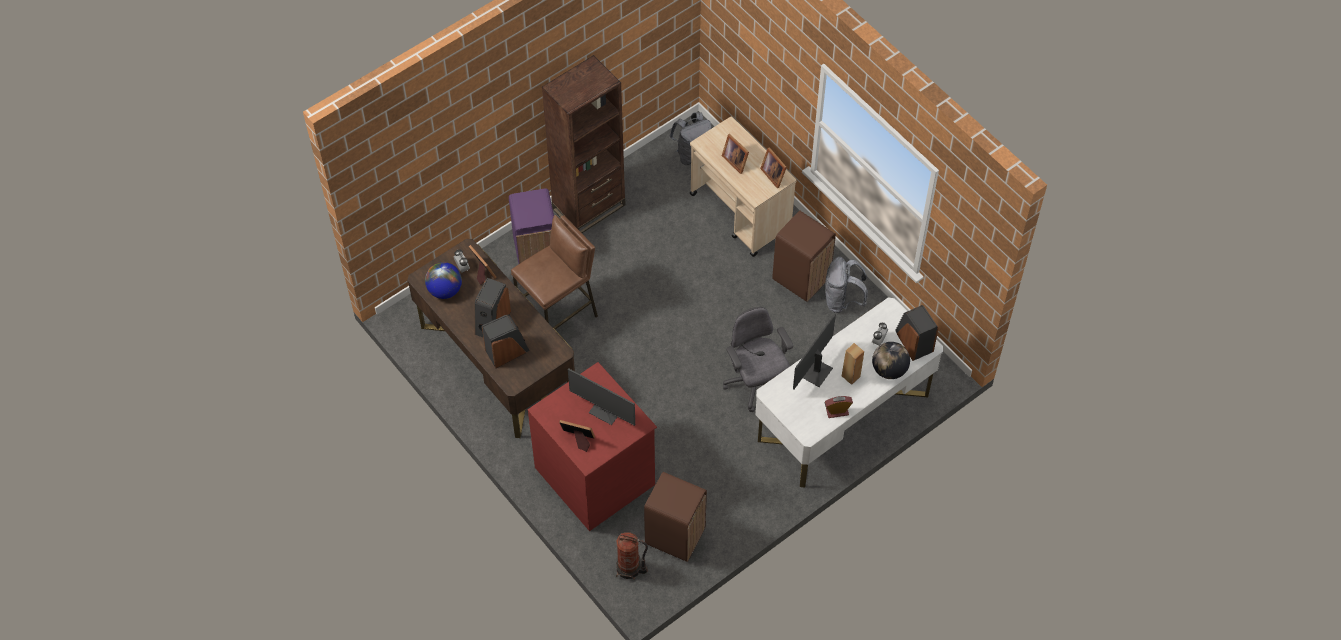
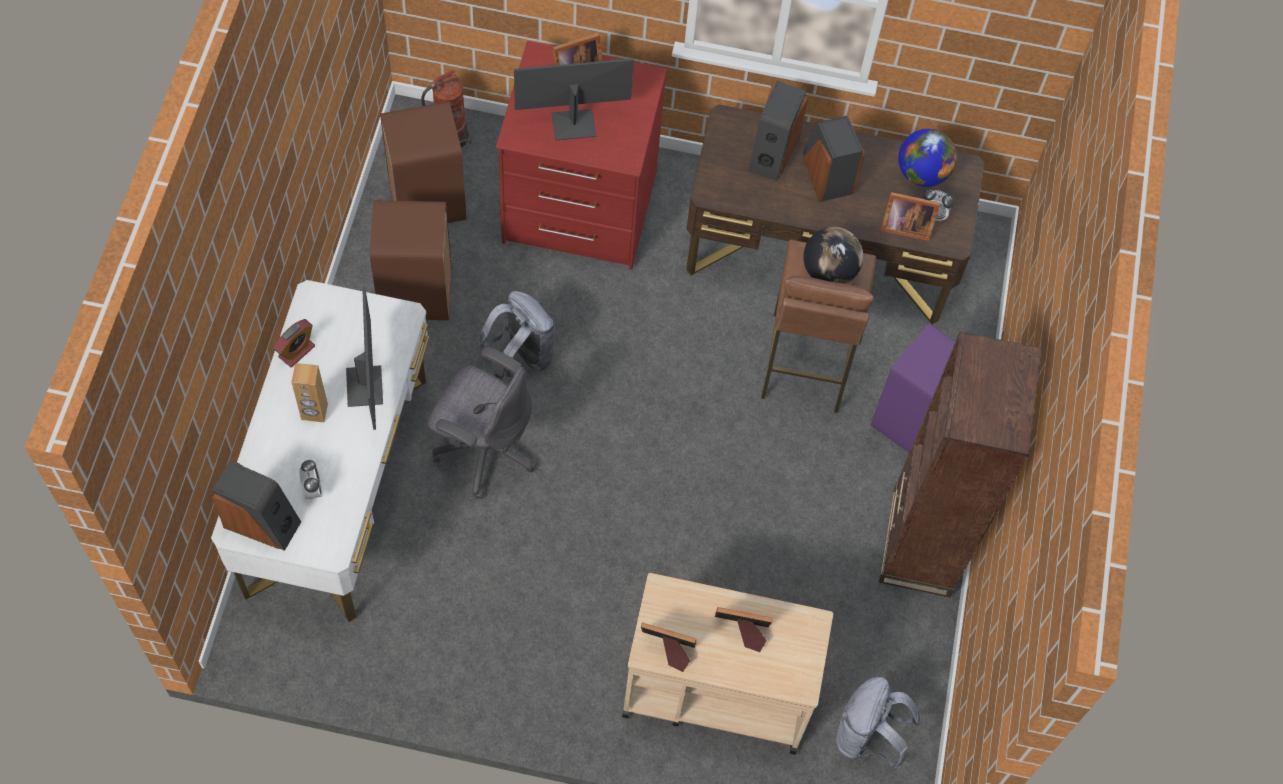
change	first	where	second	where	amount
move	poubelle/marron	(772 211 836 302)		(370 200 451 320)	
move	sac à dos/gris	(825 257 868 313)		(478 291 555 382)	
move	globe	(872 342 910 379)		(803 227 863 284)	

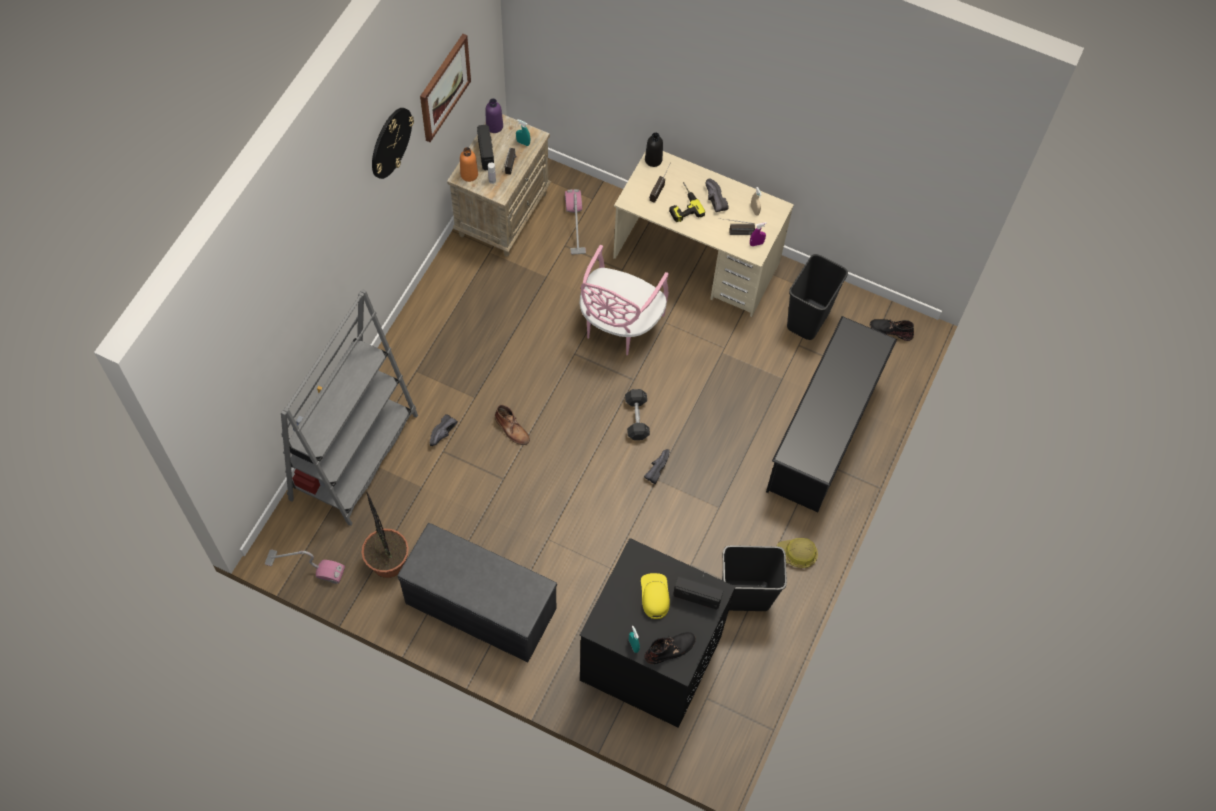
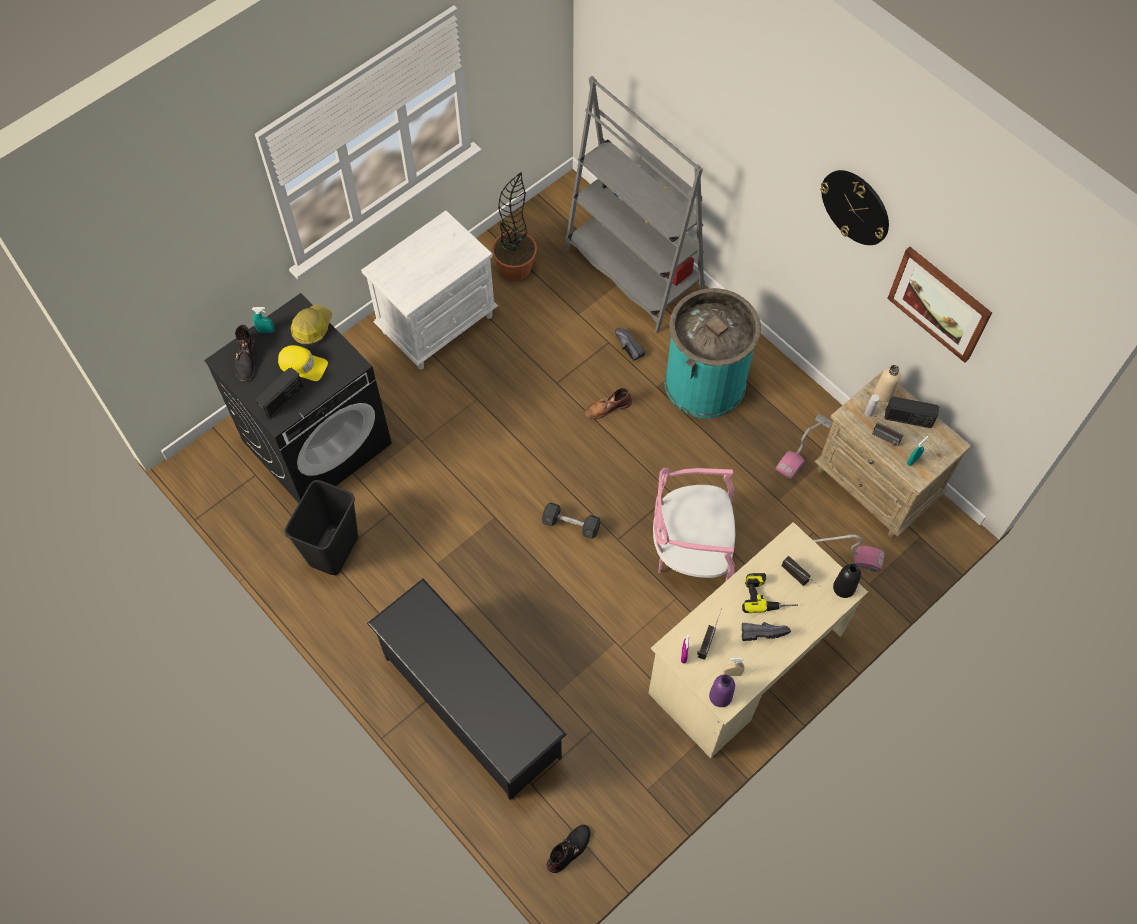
change	first	where	second	where	amount
delete	chaussure/noir	(644 449 669 484)			
delete	poubelle/noir	(787 254 848 340)			
insert			poubelle/turquoise	(664 288 761 418)	
move	aspirateur	(265 549 345 584)		(776 414 833 480)	
move	bouteille/violet	(486 98 503 133)		(709 674 735 707)	
move	casque de chantier	(777 538 818 568)		(291 305 332 344)	
replace	banc/gris	(398 523 557 662)	table de chevet/blanc	(361 211 498 370)	
recolor	bouteille/orange	(460 147 478 182)	bouteille/beige	(874 365 901 402)	
rotate	chaise/rose	(580 245 669 355)		(653 468 735 582)	45 degrees counterclockwise

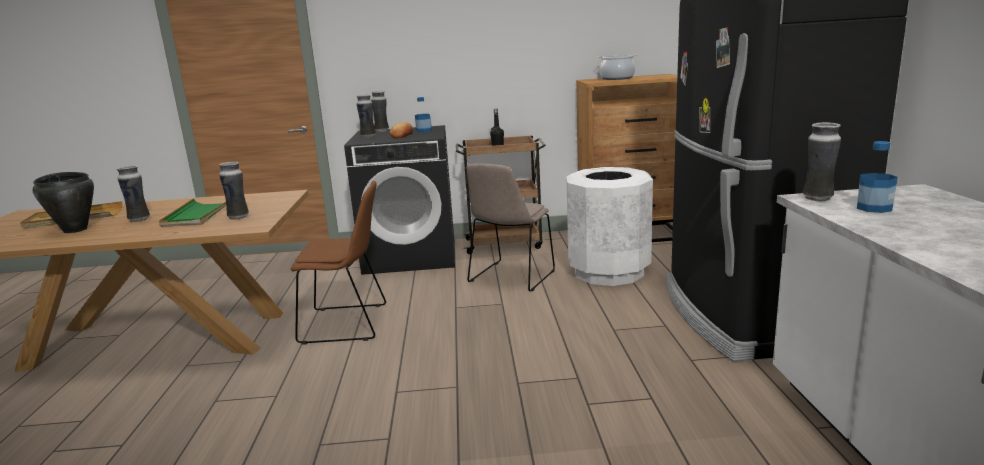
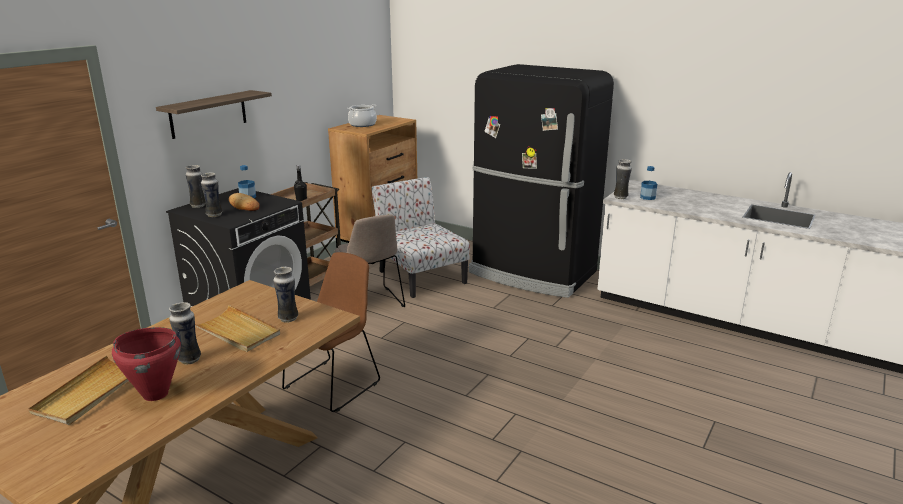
change	first	where	second	where	amount
insert			étagère	(156 90 272 139)	
replace	poubelle/blanc	(566 167 653 286)	chaise	(372 177 470 298)	
recolor	marmite/noir	(33 172 94 233)	marmite/rouge	(112 327 181 401)	
recolor	plateau/vert	(159 198 226 227)	plateau/beige	(195 305 280 352)	

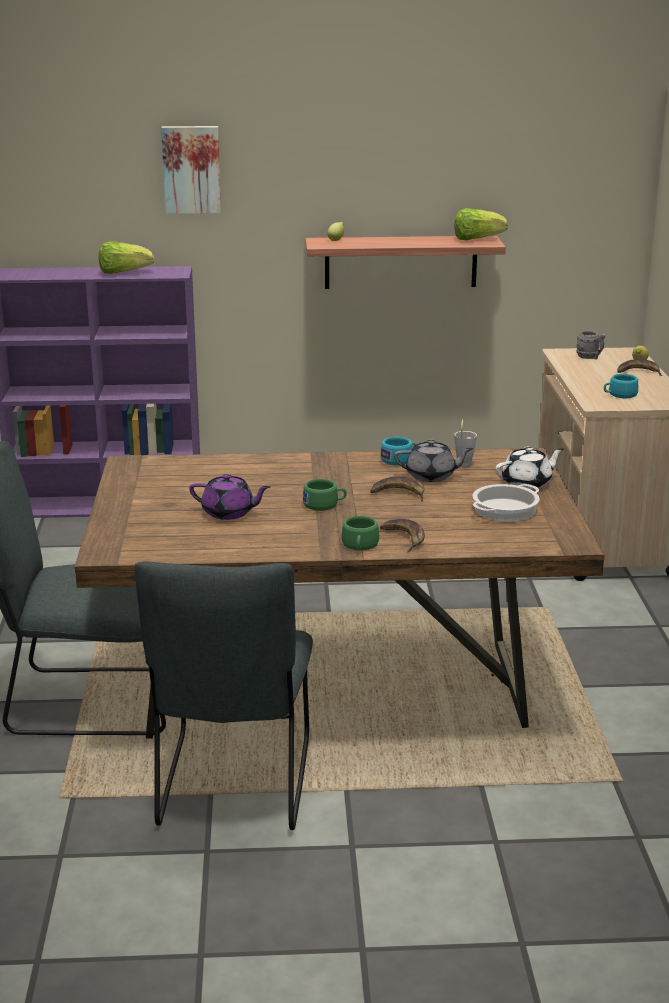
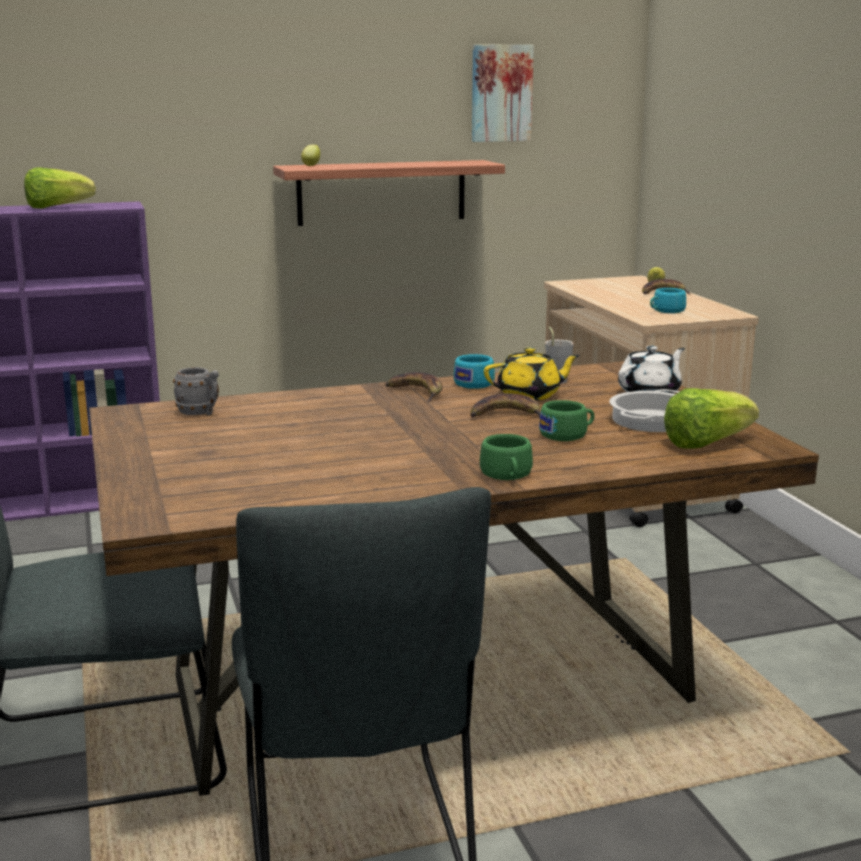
change	first	where	second	where	amount
delete	théière/violet	(189 474 271 520)			
move	tableau	(161 126 221 214)		(472 44 534 142)	
move	tasse/vert	(303 479 347 511)		(539 400 594 441)	
move	banane	(380 519 425 552)		(386 372 443 402)	
move	laitue	(454 208 508 240)		(664 388 759 448)	
move	mug/gris	(577 331 606 360)		(173 367 219 415)	
recolor	théière/gris	(394 439 473 482)	théière/jaune	(484 347 580 401)	

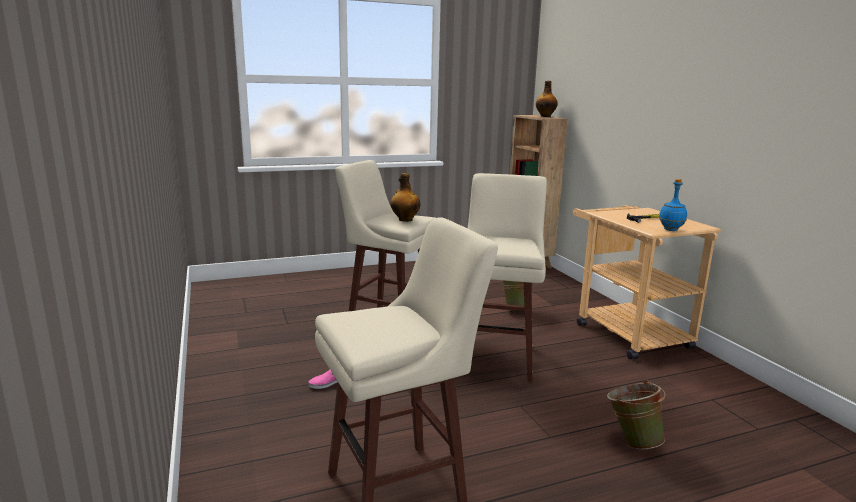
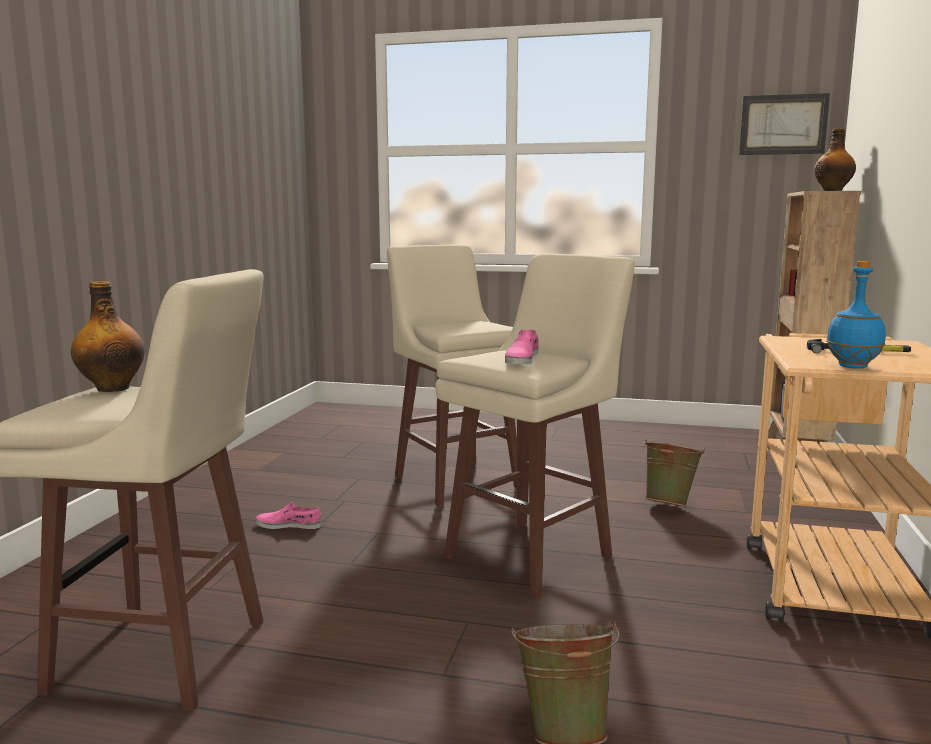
change	first	where	second	where	amount
insert			chaussure/rose	(505 330 539 364)	
insert			tableau	(739 93 830 155)	
move	bouteille	(390 173 420 222)		(71 281 145 392)	

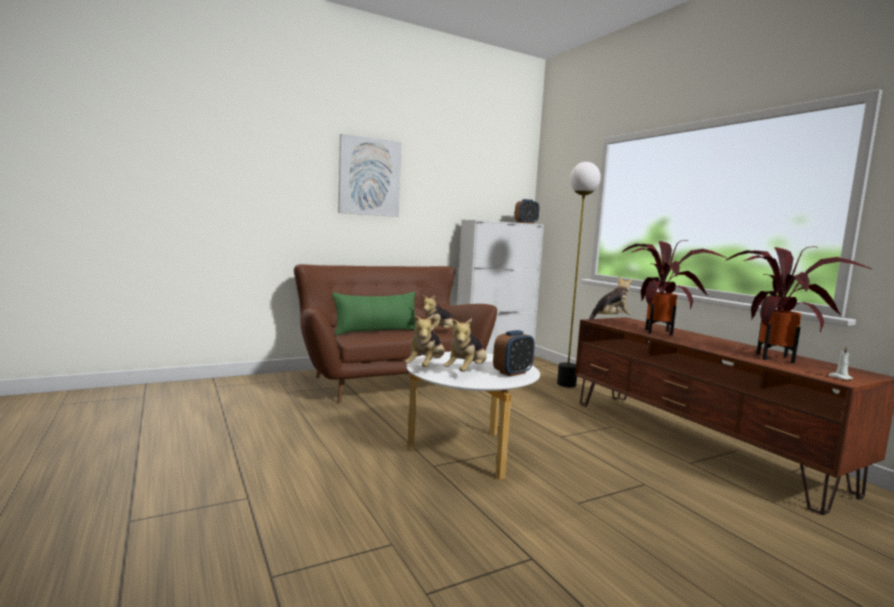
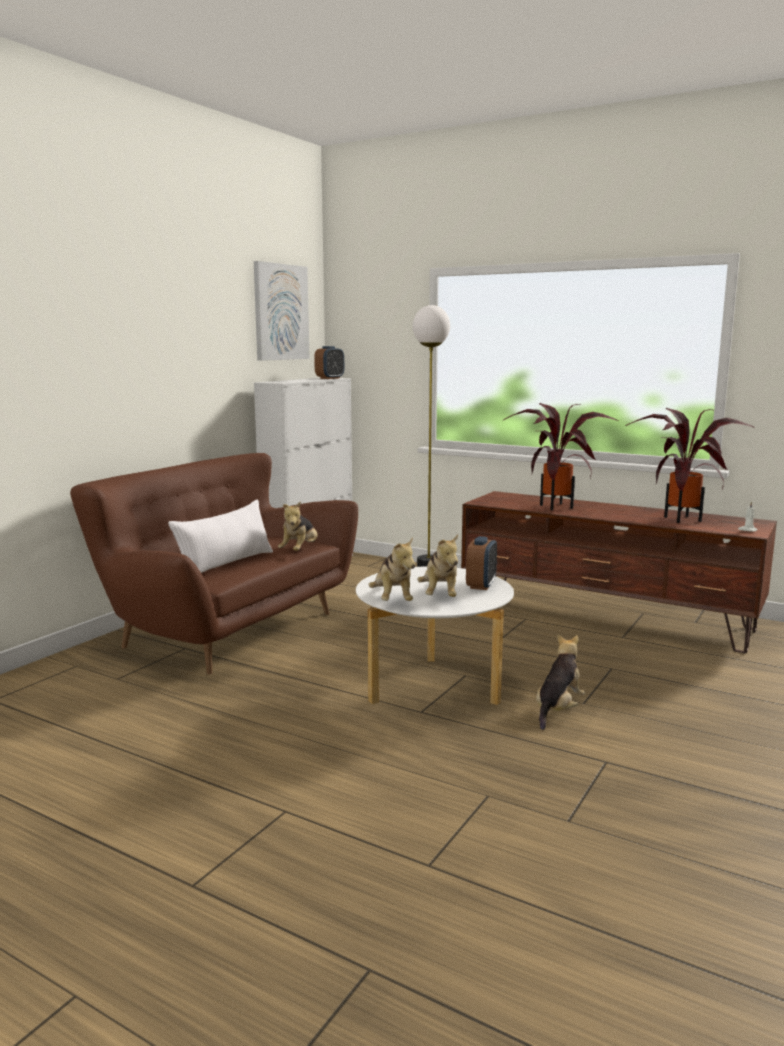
change	first	where	second	where	amount
move	tableau	(338 134 401 217)		(254 261 310 361)	
move	peluche	(589 277 632 321)		(536 634 585 730)	
recolor	coussin/vert	(332 292 415 335)	coussin/blanc	(168 500 273 573)	

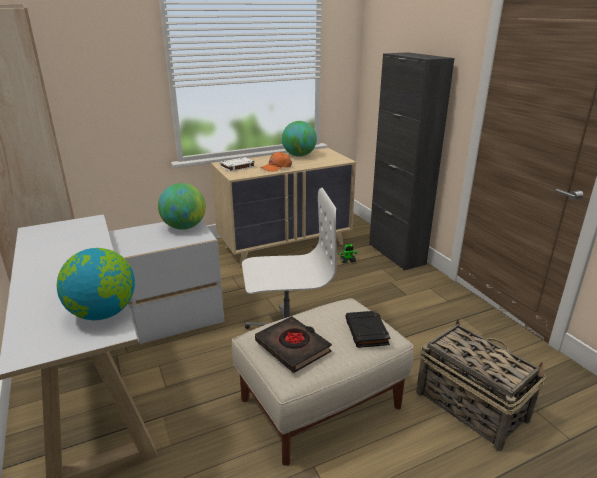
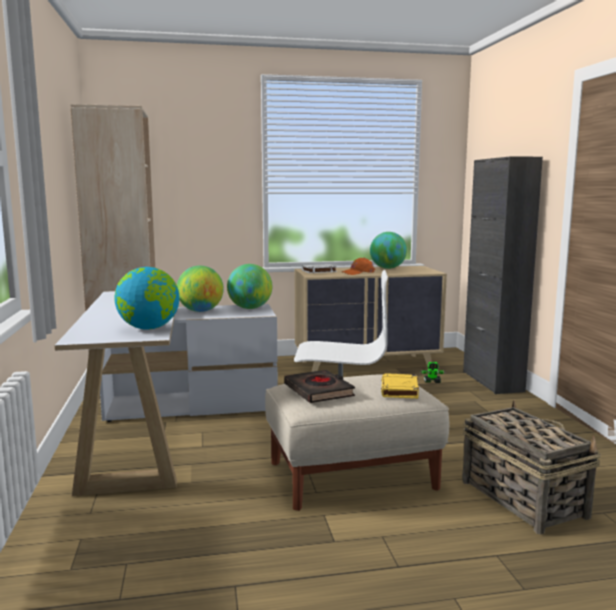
change	first	where	second	where	amount
insert			globe	(177 266 224 312)	
recolor	livre/noir	(345 311 390 348)	livre/jaune	(381 373 419 399)	

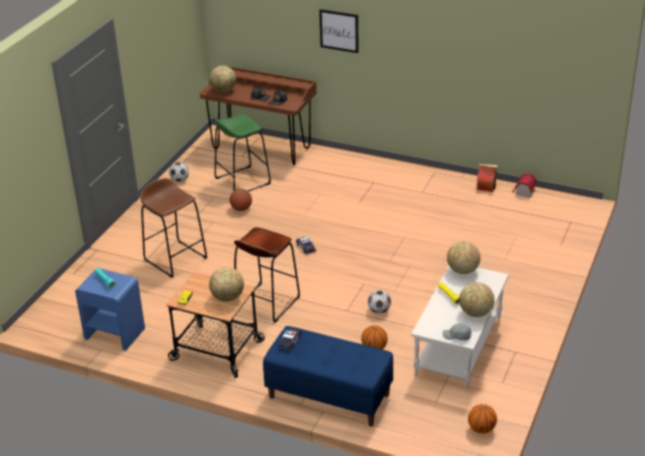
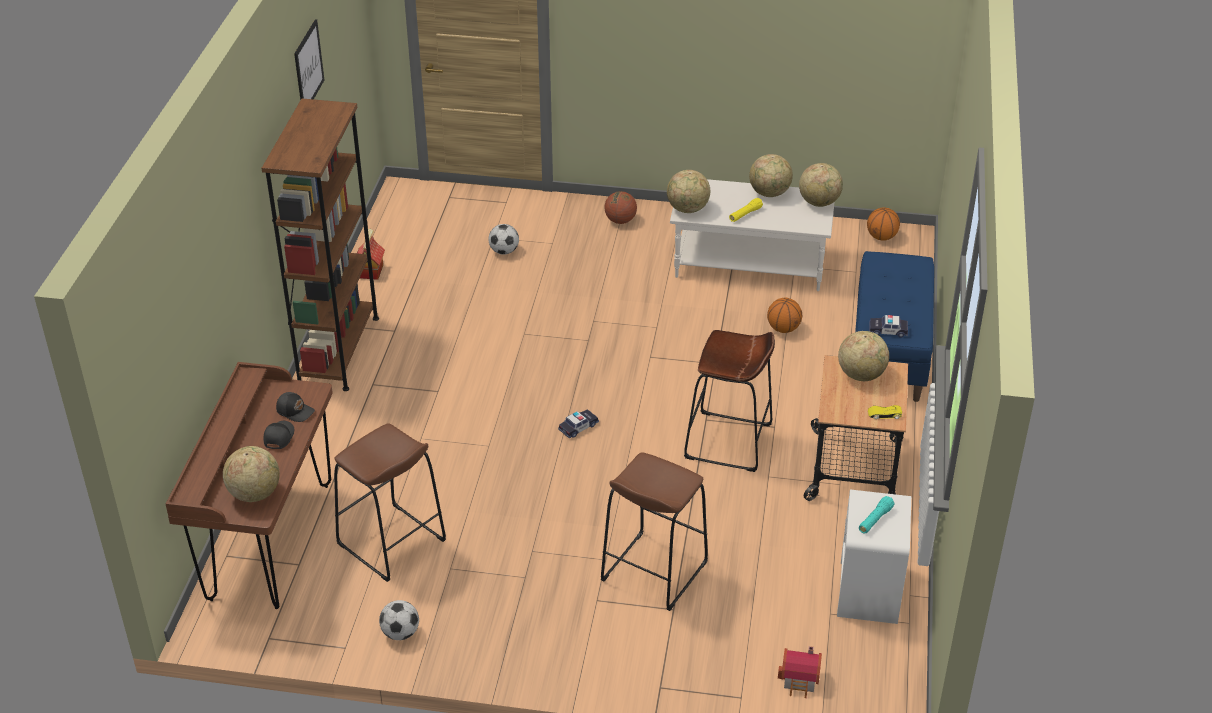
change	first	where	second	where	amount
insert			bibliothèque/marron	(262 98 379 391)	
move	ballon de basket	(230 189 252 211)		(605 191 637 224)	
move	tableau	(319 9 359 53)		(294 19 324 100)	
move	ballon de foot	(368 290 391 314)		(488 224 519 255)	
move	maison miniature	(513 173 537 198)		(778 646 822 698)	
replace	casquette/gris	(443 324 472 340)	globe	(799 163 843 207)	
recolor	table de chevet/bleu	(75 269 145 350)	table de chevet/blanc	(837 490 911 624)	
recolor	tabouret/vert	(214 114 271 192)	tabouret/marron	(334 423 446 582)	

